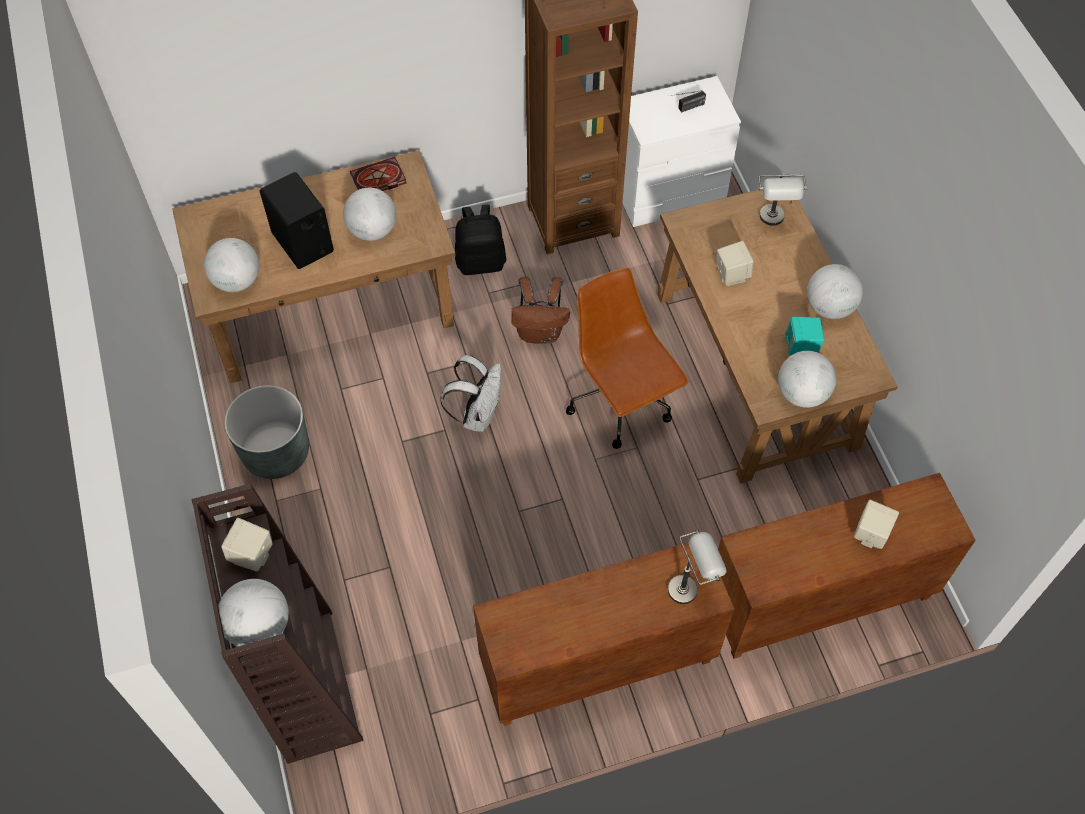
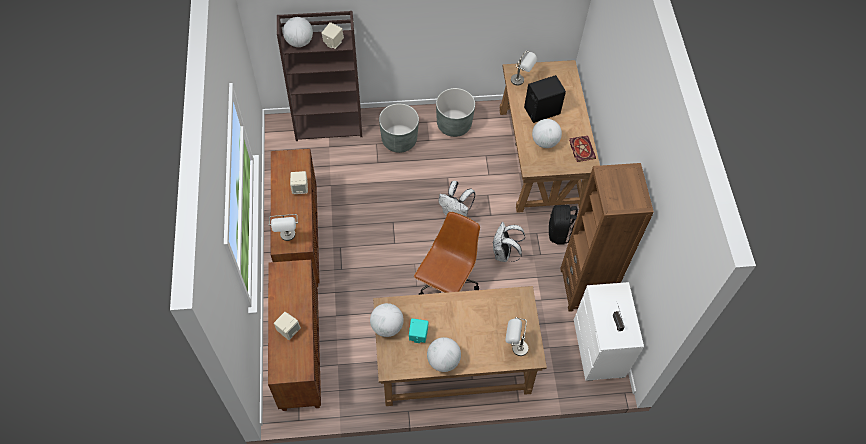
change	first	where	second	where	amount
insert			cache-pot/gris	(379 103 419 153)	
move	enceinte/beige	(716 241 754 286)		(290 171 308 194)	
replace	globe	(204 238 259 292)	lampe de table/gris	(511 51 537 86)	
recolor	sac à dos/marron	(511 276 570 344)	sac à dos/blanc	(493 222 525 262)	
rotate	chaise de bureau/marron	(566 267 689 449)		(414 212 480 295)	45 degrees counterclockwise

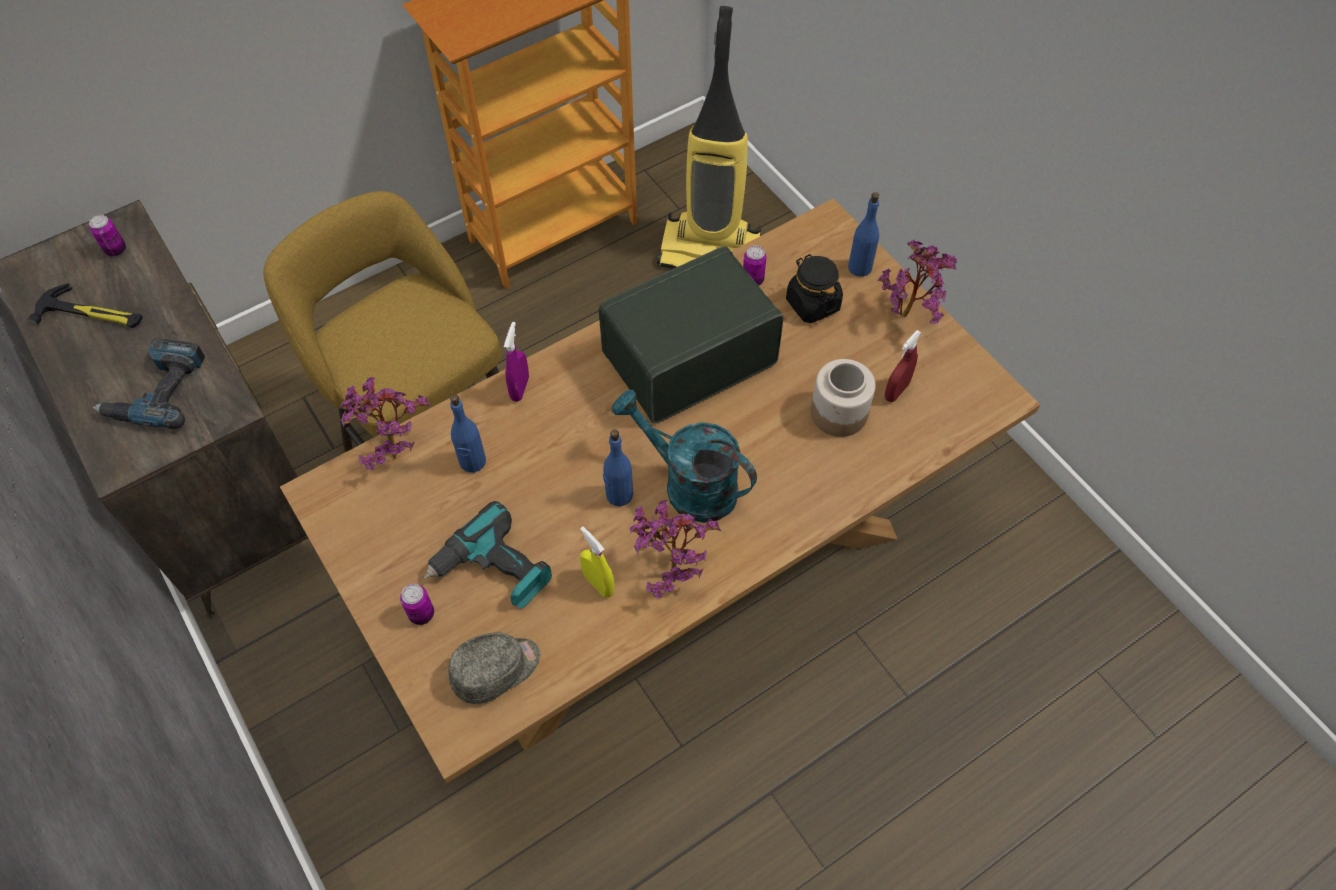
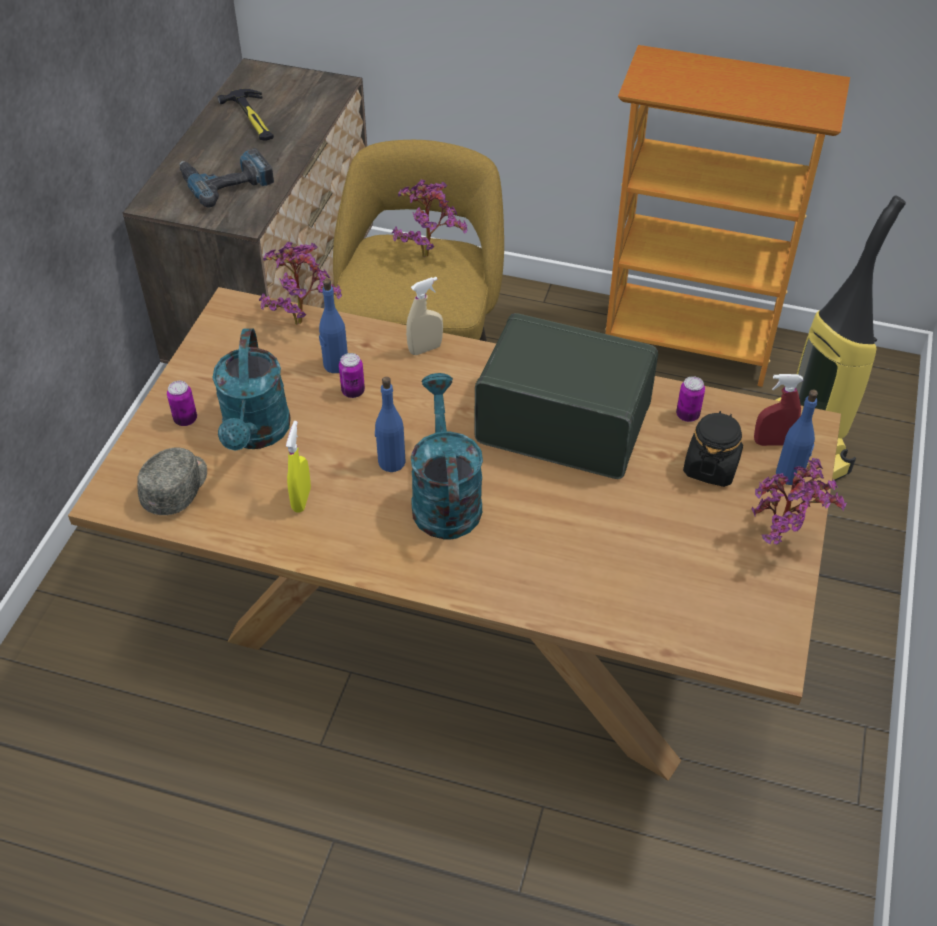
change	first	where	second	where	amount
delete	bocal	(811 359 876 437)			
move	boîte métallique	(89 215 126 256)		(339 353 365 398)	
move	plante en pot	(630 500 721 598)		(392 180 468 257)	
move	vaporisateur/rouge	(885 330 921 402)		(754 374 803 446)	
replace	perceuse	(423 501 552 609)	arrosoir/turquoise	(213 328 291 451)	
recolor	vaporisateur/violet	(504 322 529 402)	vaporisateur/beige	(406 277 443 355)	
rotate	casquette/gris	(448 632 541 704)		(137 447 207 515)	90 degrees counterclockwise

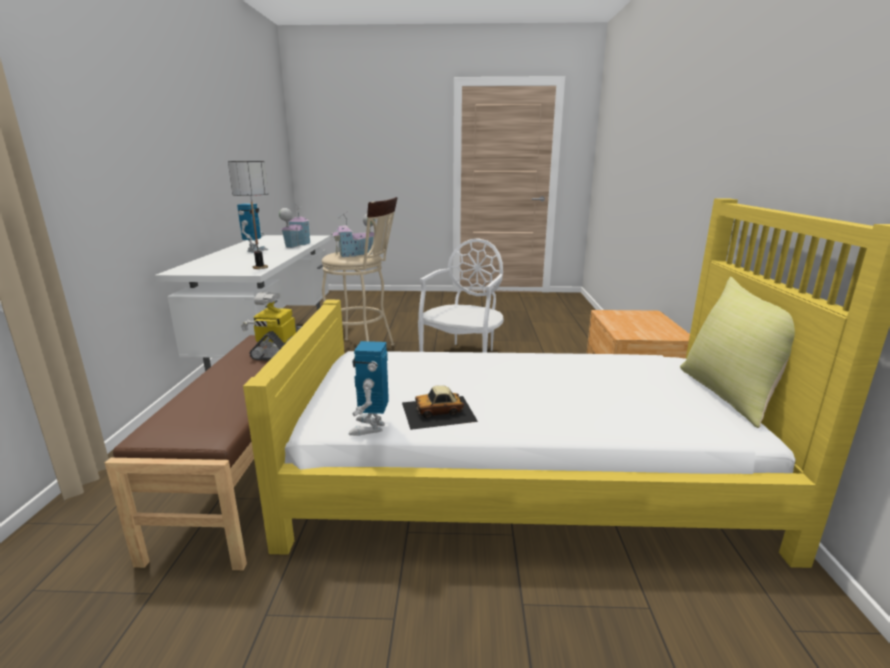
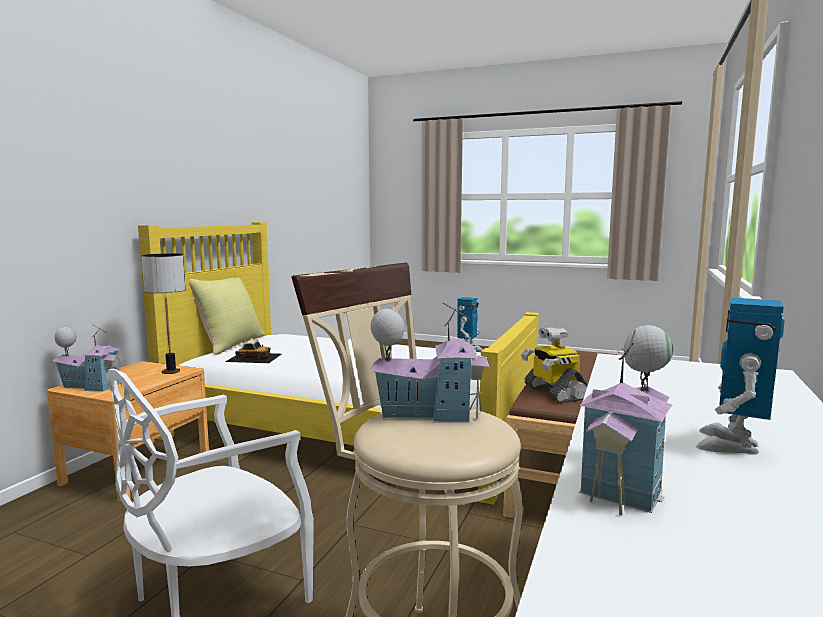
change	first	where	second	where	amount
insert			maison miniature	(53 324 123 392)	
move	lampe de table	(228 161 268 269)		(141 253 186 374)	
move	petite voiture	(402 385 478 430)		(225 340 281 363)	
rotate	robot jouet	(241 292 300 361)		(521 327 588 403)	135 degrees clockwise

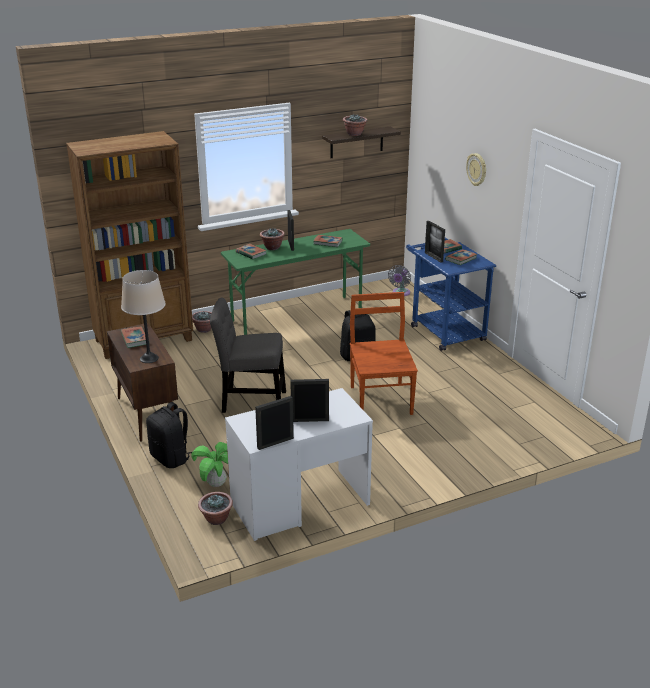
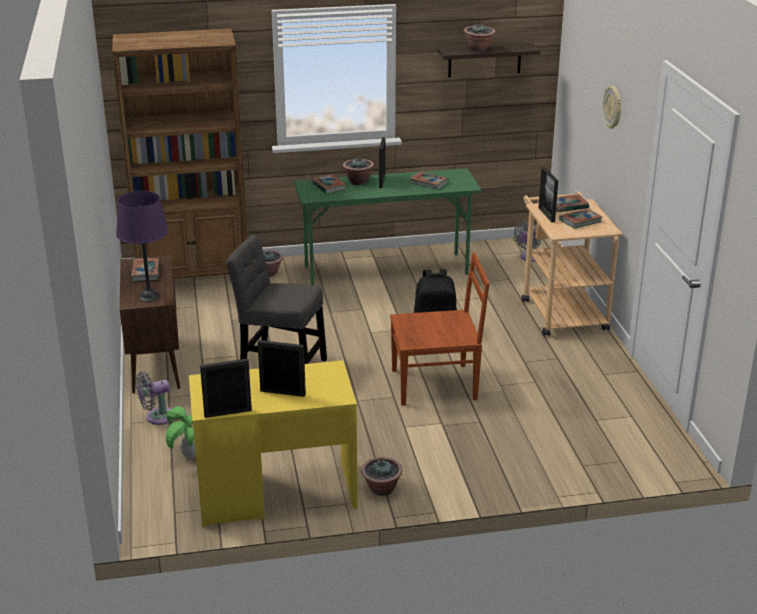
change	first	where	second	where	amount
move	plante en pot	(198 492 233 525)		(361 457 402 496)	
replace	sac à dos/noir	(146 402 192 468)	ventilateur/gris	(135 372 172 425)	
recolor	lampe de table/beige	(121 270 166 363)	lampe de table/violet	(116 191 169 302)	
recolor	bureau/blanc	(225 388 373 541)	bureau/jaune	(189 360 358 527)	
recolor	chariot/bleu	(406 238 496 351)	chariot/beige	(522 192 623 336)	
rotate	chaise/marron	(350 292 418 415)		(390 253 490 406)	75 degrees clockwise

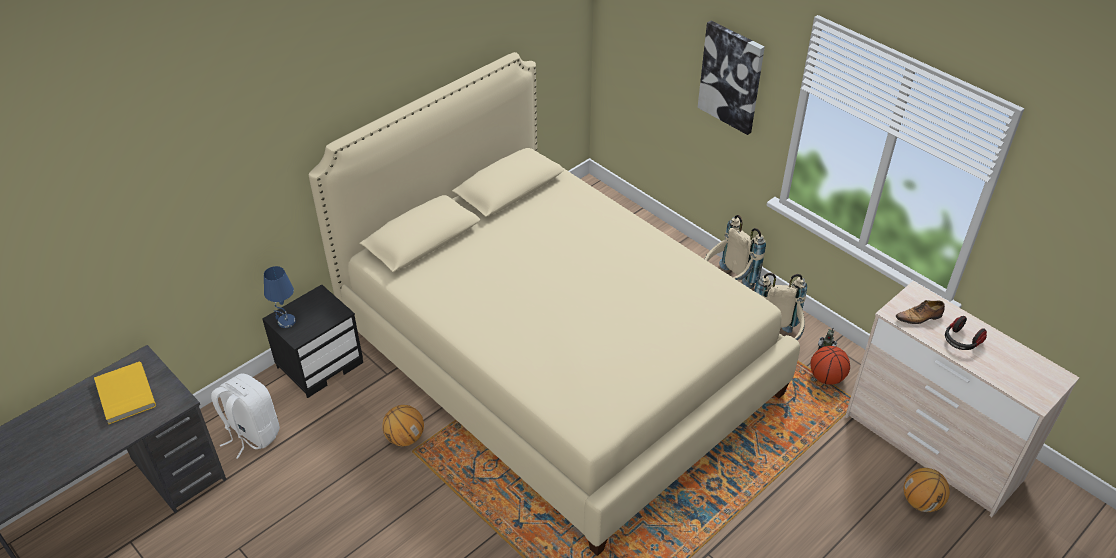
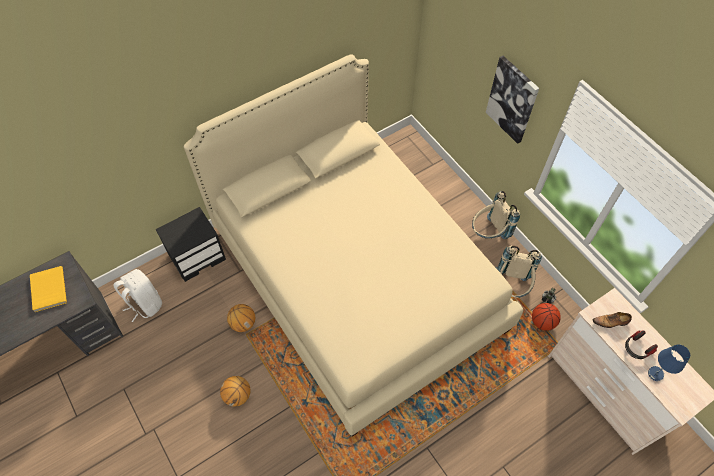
change	first	where	second	where	amount
move	lampe de table/bleu	(264 266 296 328)		(648 344 690 381)	
move	ballon de basket	(904 468 950 512)		(220 376 251 407)	

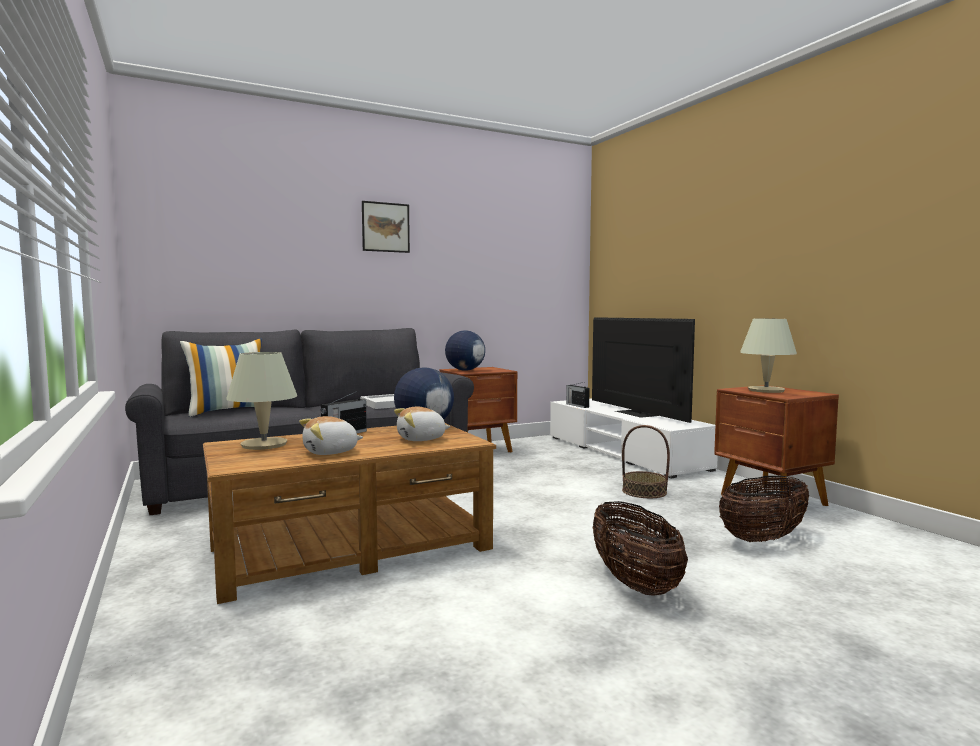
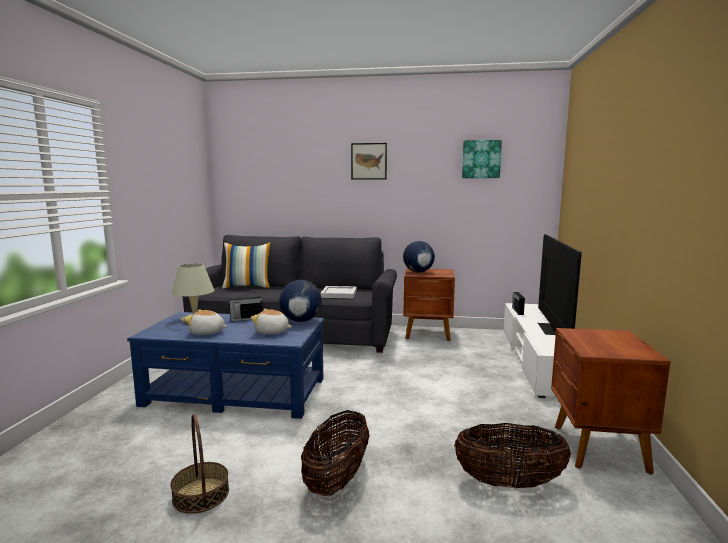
change	first	where	second	where	amount
delete	lampe de table/beige	(740 319 797 393)			
insert			tableau	(462 140 502 178)	
move	panier	(622 425 670 498)		(171 414 229 514)	
recolor	table basse/marron	(203 423 496 604)	table basse/bleu	(127 312 324 419)	

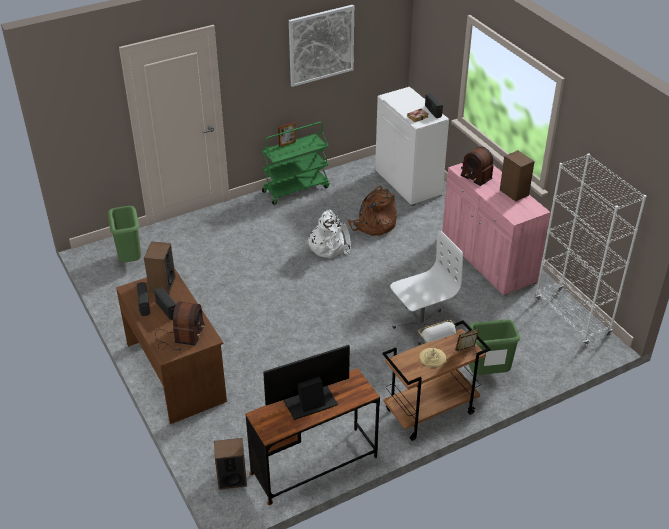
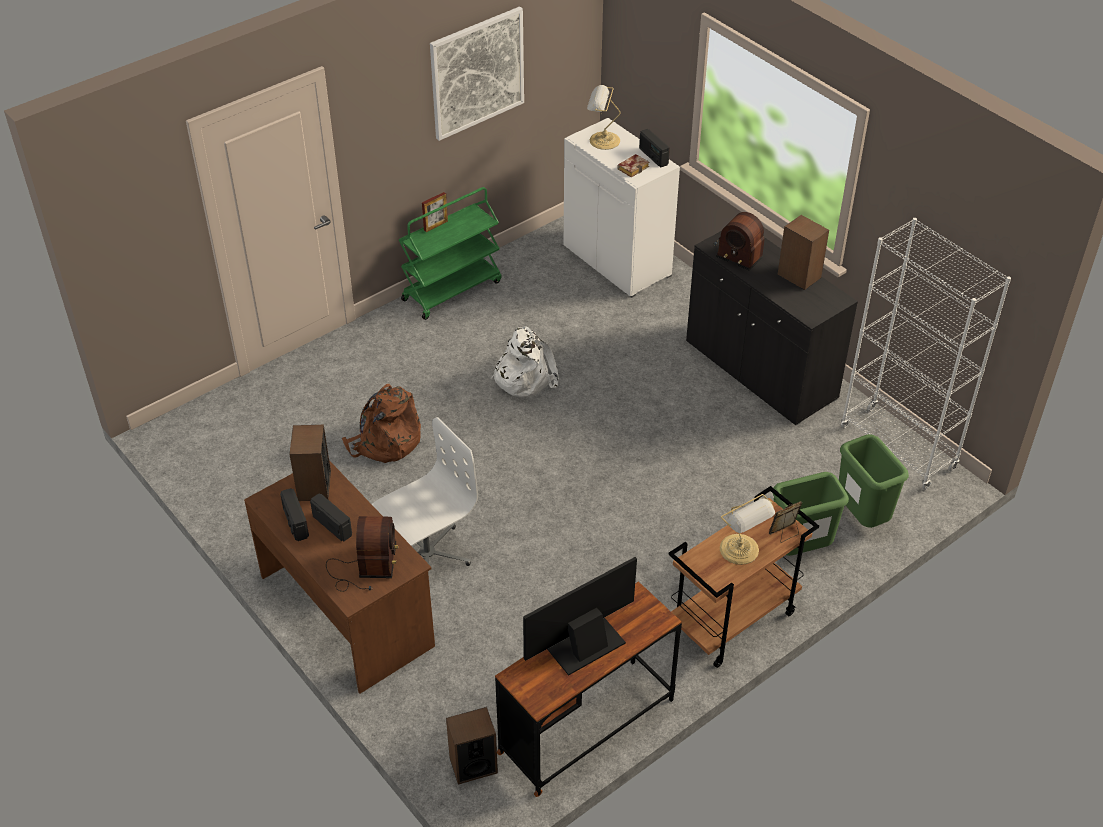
change	first	where	second	where	amount
insert			lampe de table	(587 85 621 150)	
move	poubelle/vert	(108 206 141 263)		(839 434 909 528)	
move	sac à dos/marron	(347 186 397 236)		(342 384 421 463)	
move	chaise de bureau/blanc	(390 231 463 345)		(372 417 478 576)	
recolor	meuble de rangement/rose	(442 163 551 296)	meuble de rangement/noir	(686 231 858 426)	

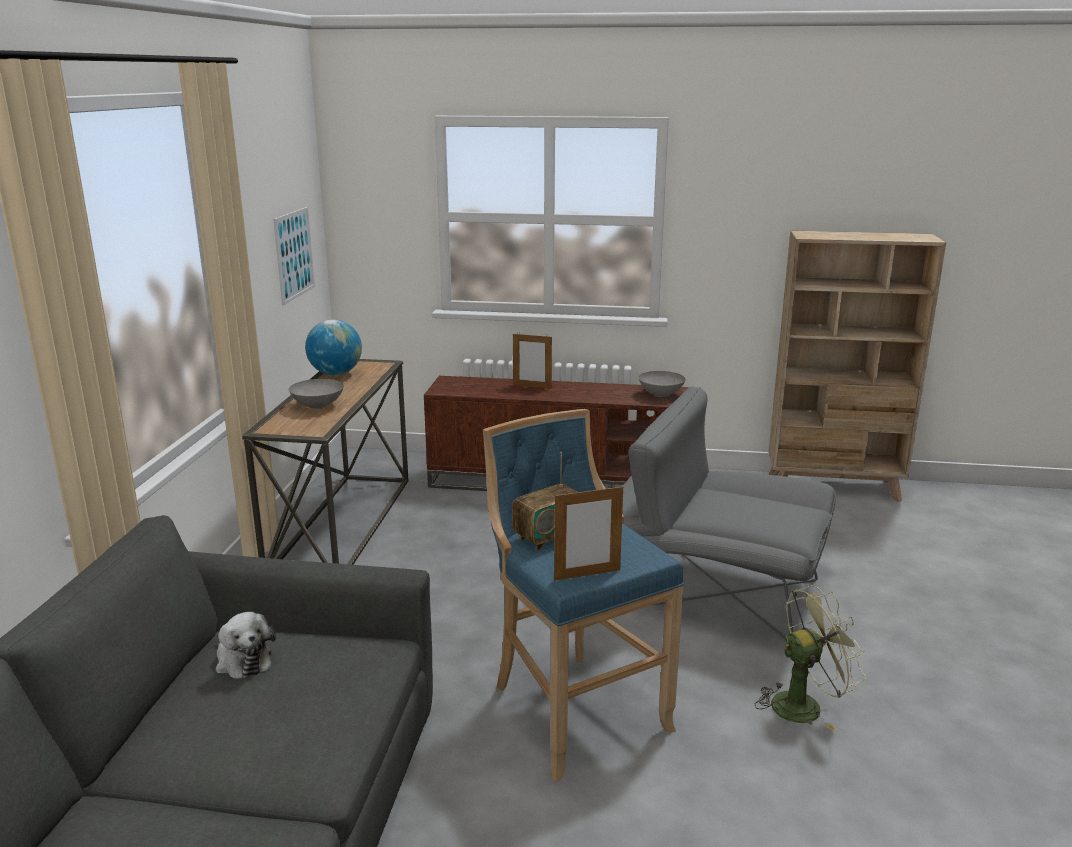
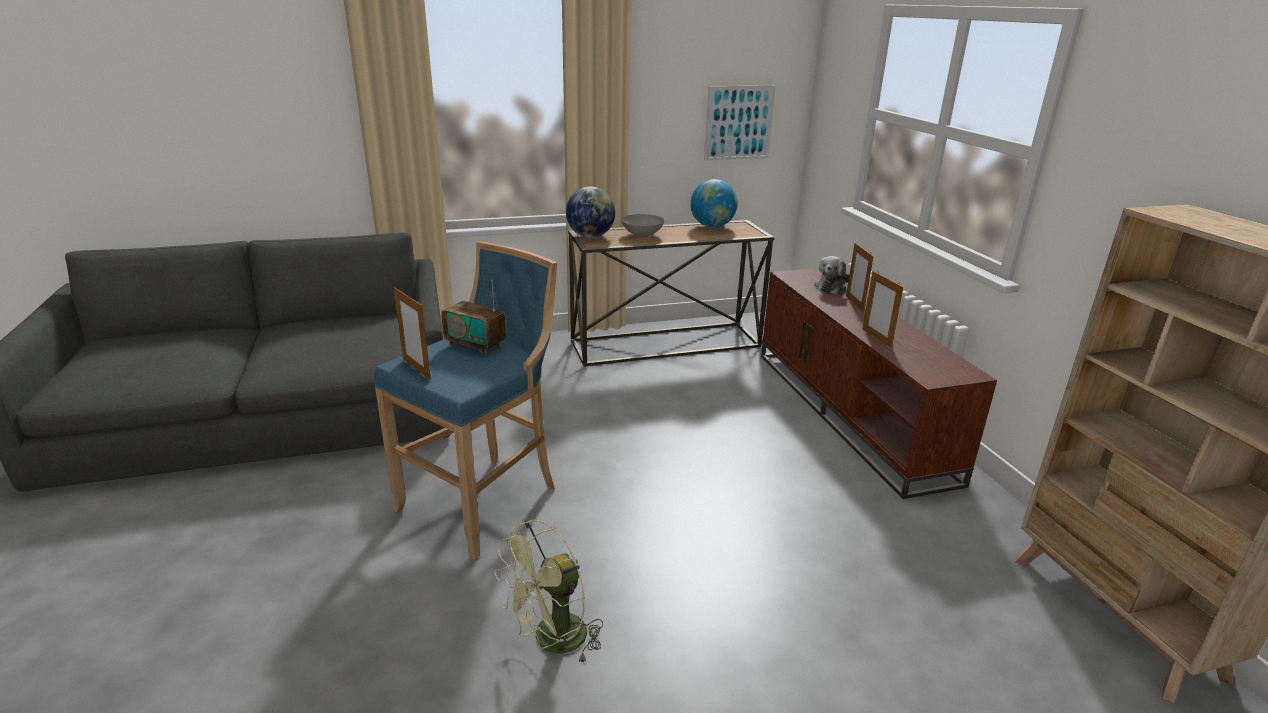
change	first	where	second	where	amount
delete	fauteuil/gris	(622 386 836 639)			
delete	bol/gris	(638 371 686 397)			
insert			globe	(566 186 616 238)	
insert			cadre photo	(862 271 903 348)	
move	peluche	(216 612 276 679)		(814 256 849 294)	
rotate	ventilateur/vert	(755 585 866 732)		(494 519 603 665)	90 degrees clockwise

